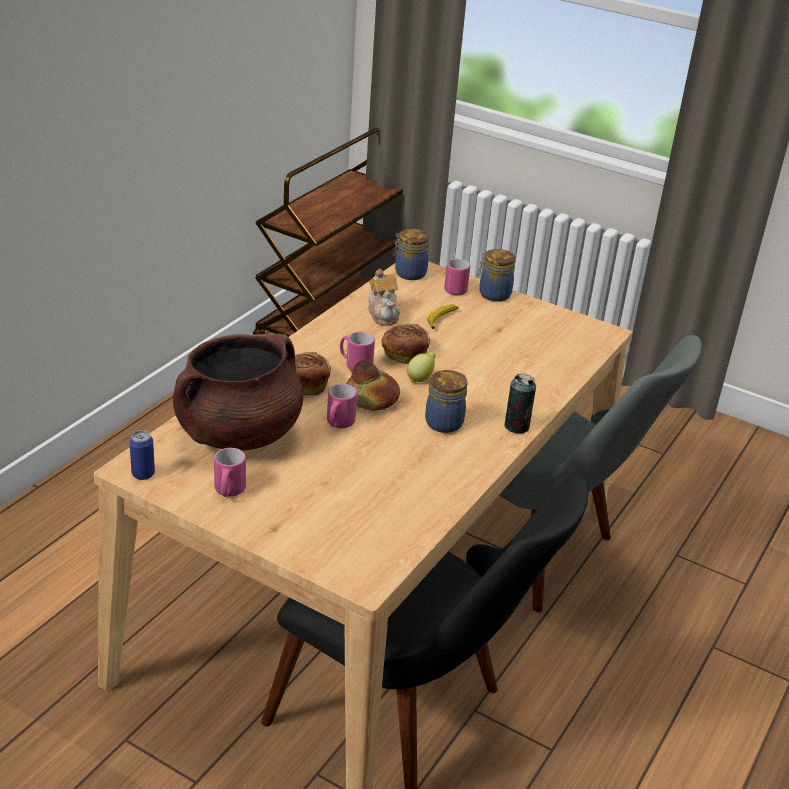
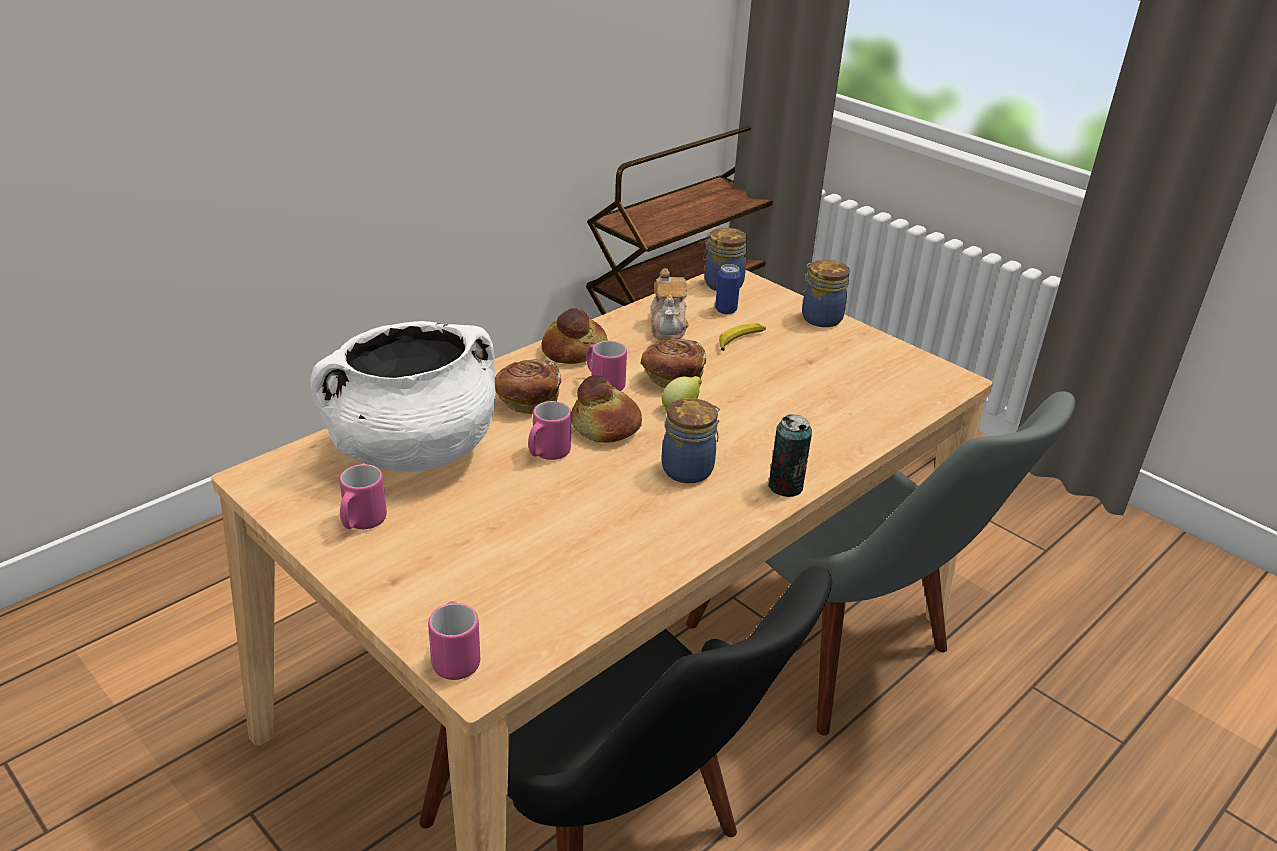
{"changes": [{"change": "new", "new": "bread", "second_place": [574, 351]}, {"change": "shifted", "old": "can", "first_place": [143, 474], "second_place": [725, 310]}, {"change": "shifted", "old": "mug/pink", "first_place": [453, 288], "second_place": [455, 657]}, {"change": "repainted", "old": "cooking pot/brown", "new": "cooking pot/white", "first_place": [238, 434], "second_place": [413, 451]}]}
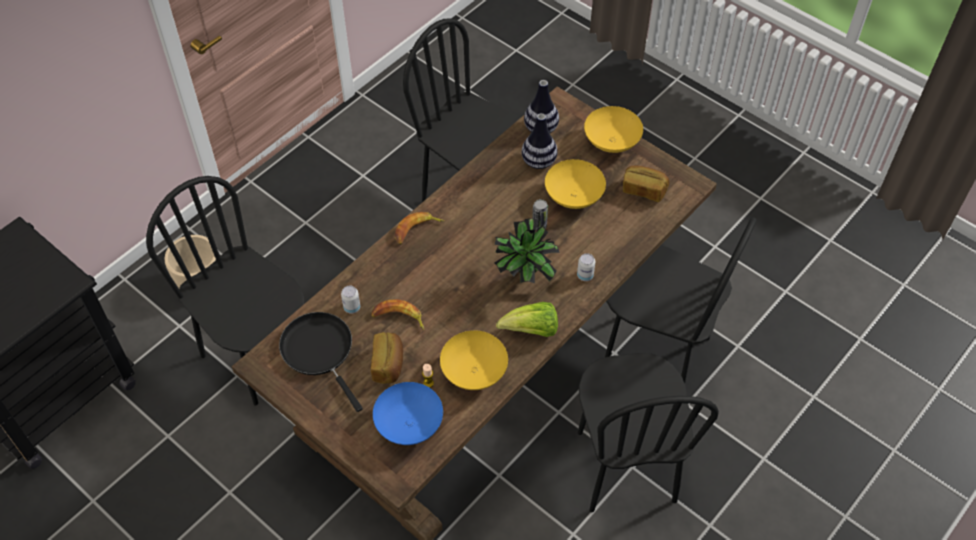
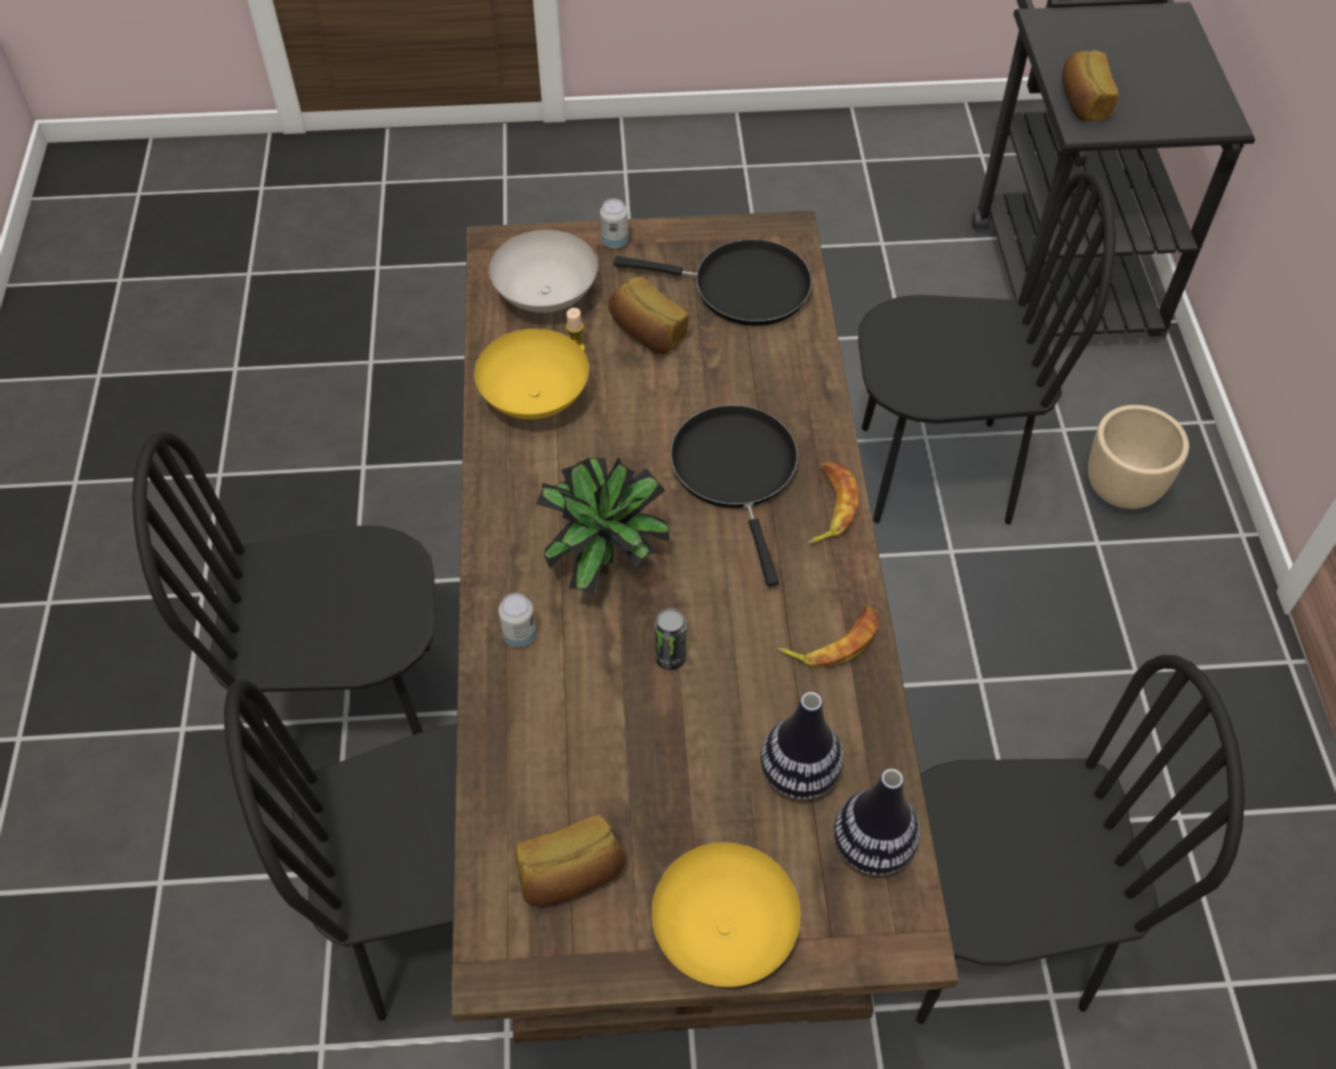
{"changes": [{"change": "gone", "old": "lettuce", "first_place": [531, 330]}, {"change": "gone", "old": "bowl/yellow", "first_place": [574, 197]}, {"change": "new", "new": "frying pan/black", "second_place": [736, 472]}, {"change": "new", "new": "bread", "second_place": [1082, 102]}, {"change": "shifted", "old": "can", "first_place": [352, 307], "second_place": [614, 241]}, {"change": "shifted", "old": "banana", "first_place": [398, 318], "second_place": [834, 641]}, {"change": "repainted", "old": "bowl/blue", "new": "bowl/white", "first_place": [410, 426], "second_place": [544, 296]}, {"change": "rotated", "old": "chair/black", "first_place": [625, 466], "second_place": [354, 711], "degrees": -45}]}
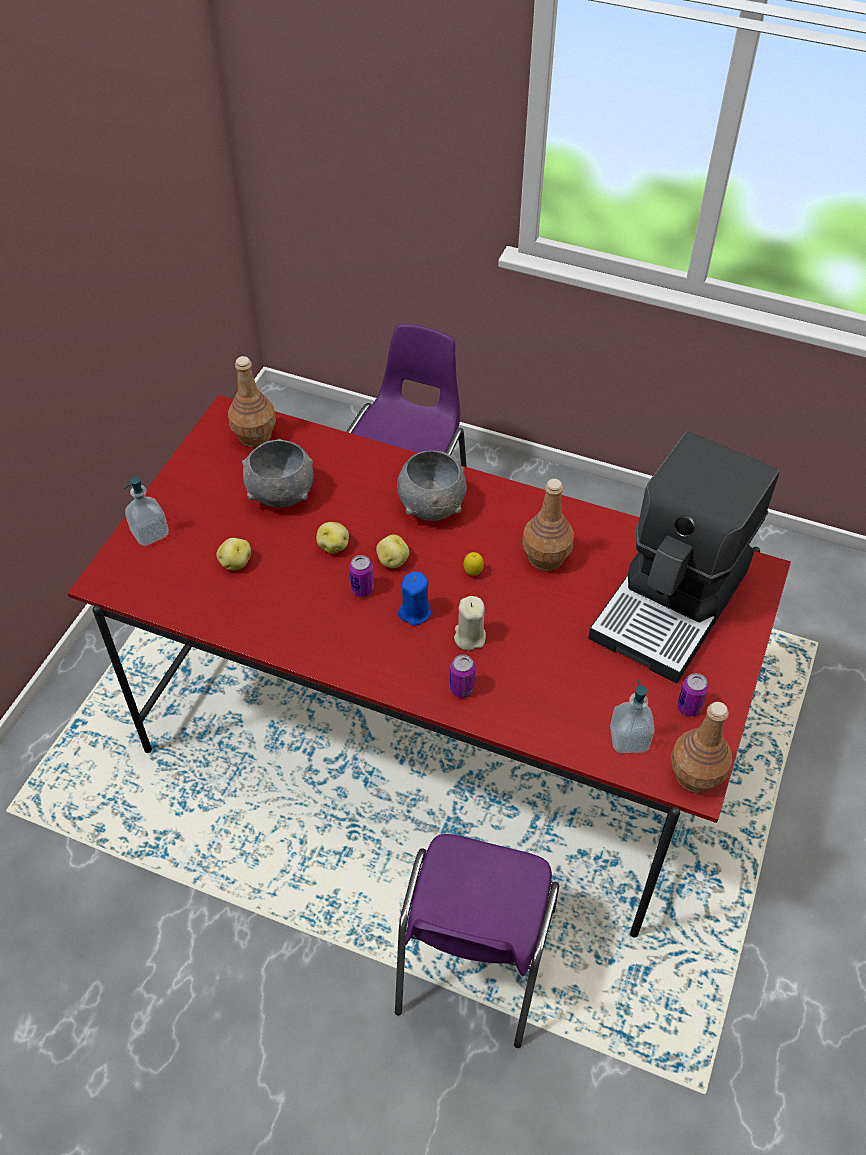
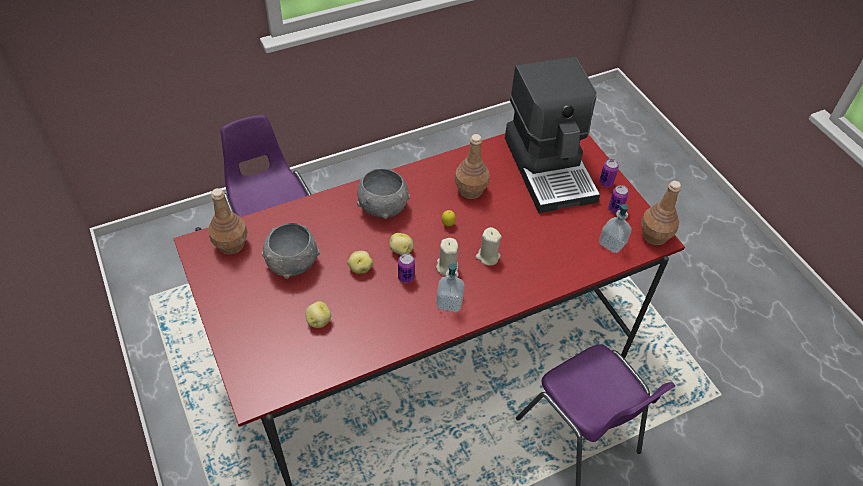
{"changes": [{"change": "shifted", "old": "soap dispenser", "first_place": [150, 533], "second_place": [449, 302]}, {"change": "shifted", "old": "can", "first_place": [462, 689], "second_place": [606, 183]}, {"change": "repainted", "old": "candle/blue", "new": "candle/beige", "first_place": [415, 612], "second_place": [447, 266]}]}
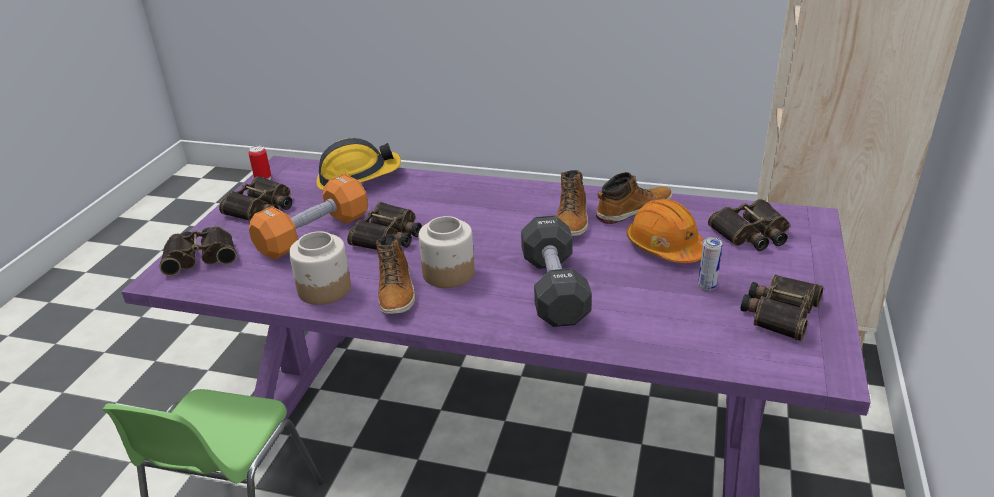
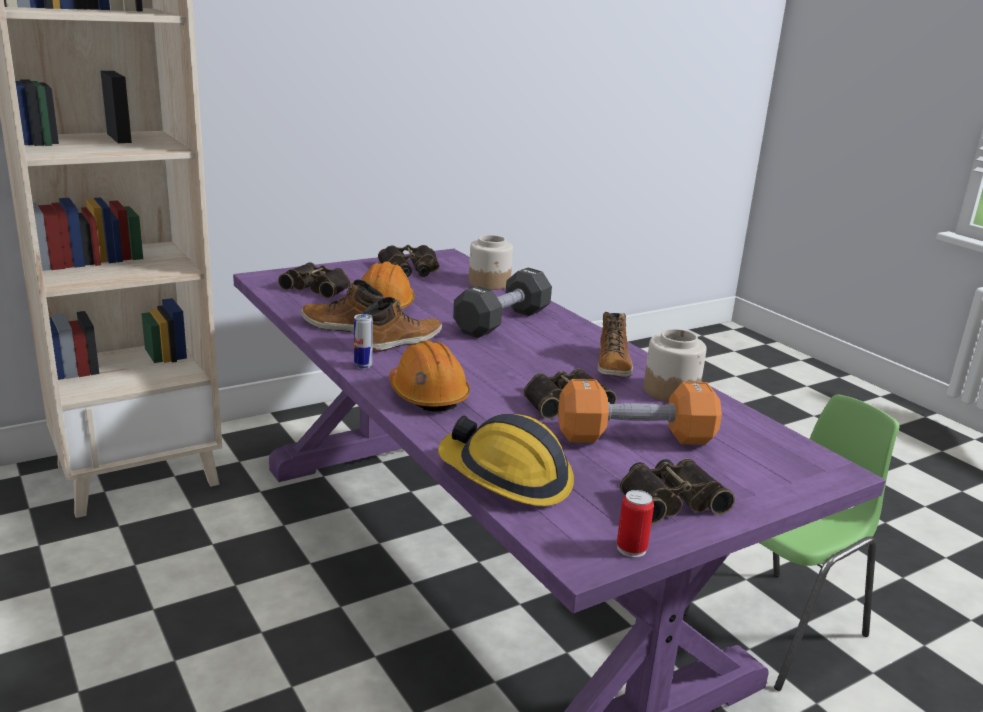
{"changes": [{"change": "gone", "old": "binoculars", "first_place": [201, 256]}, {"change": "new", "new": "hard hat/orange", "second_place": [428, 395]}, {"change": "shifted", "old": "jar", "first_place": [447, 273], "second_place": [489, 283]}, {"change": "shifted", "old": "can", "first_place": [707, 286], "second_place": [363, 366]}, {"change": "rotated", "old": "boot", "first_place": [396, 292], "second_place": [613, 365], "degrees": 150}]}
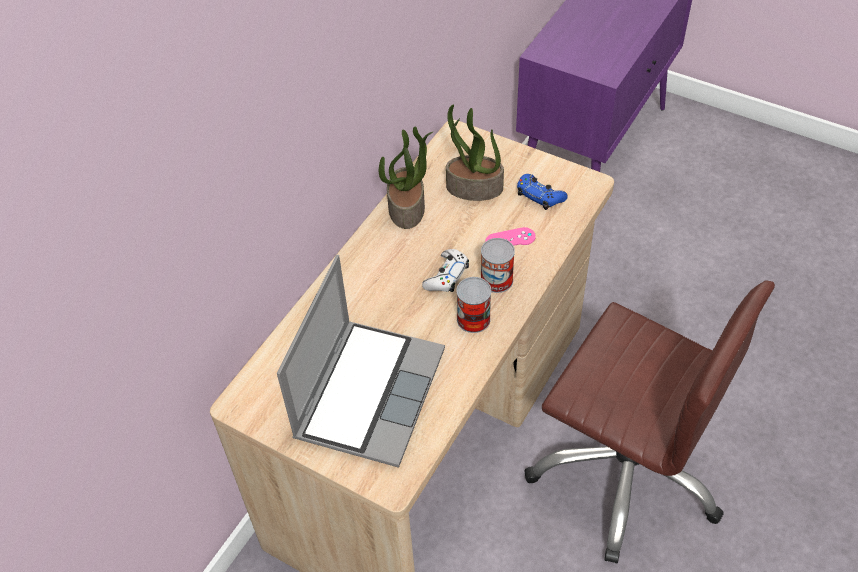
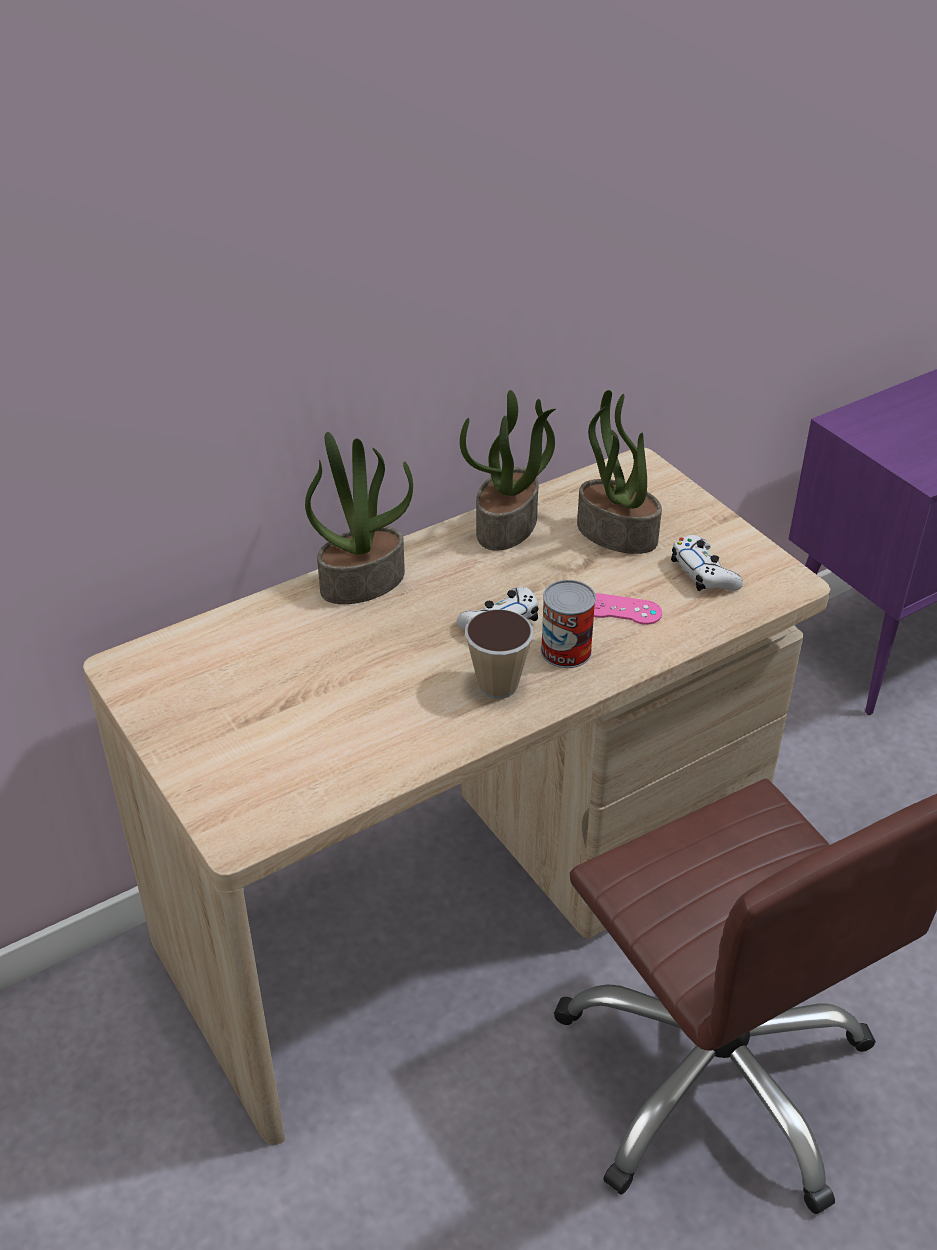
{"changes": [{"change": "gone", "old": "laptop", "first_place": [369, 391]}, {"change": "new", "new": "potted plant", "second_place": [363, 581]}, {"change": "swapped", "old": "can", "new": "cup", "first_place": [473, 319], "second_place": [498, 685]}, {"change": "repainted", "old": "game controller/blue", "new": "game controller/white", "first_place": [540, 196], "second_place": [704, 573]}]}
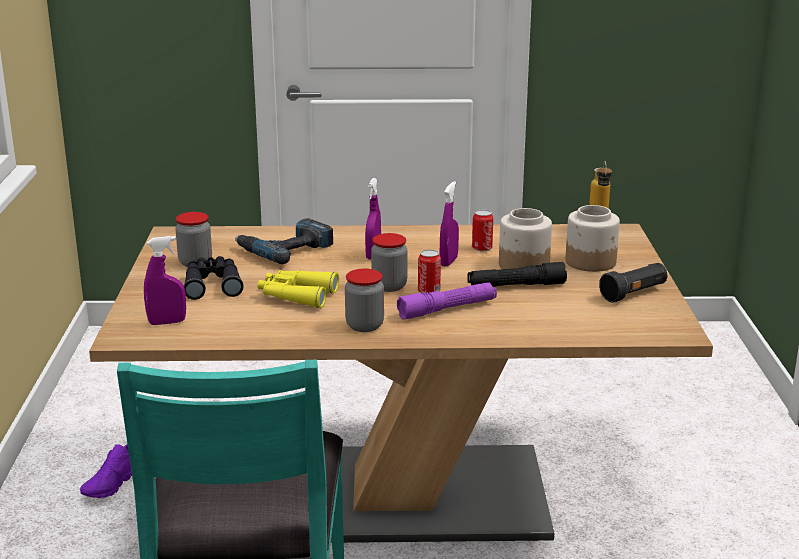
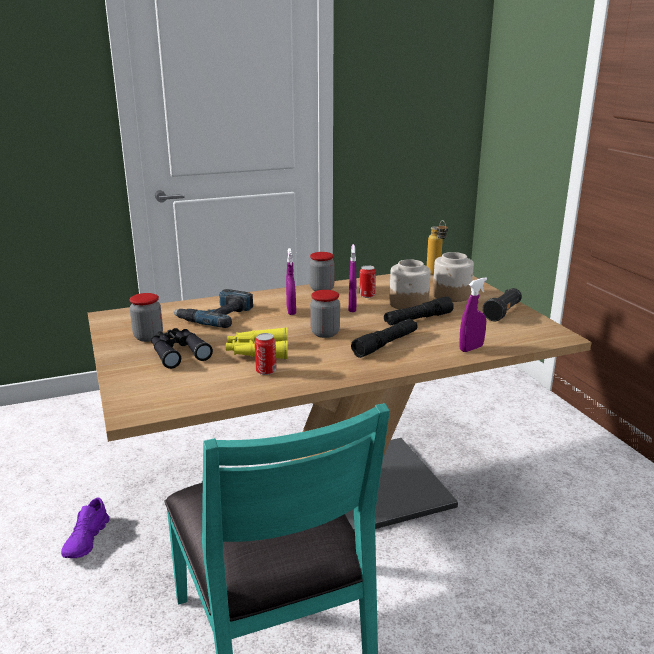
{"changes": [{"change": "shifted", "old": "spray bottle/purple", "first_place": [167, 322], "second_place": [471, 348]}, {"change": "shifted", "old": "jar", "first_place": [364, 326], "second_place": [321, 289]}, {"change": "shifted", "old": "can", "first_place": [429, 291], "second_place": [266, 371]}, {"change": "repainted", "old": "flashlight/purple", "new": "flashlight/black", "first_place": [447, 309], "second_place": [385, 344]}]}
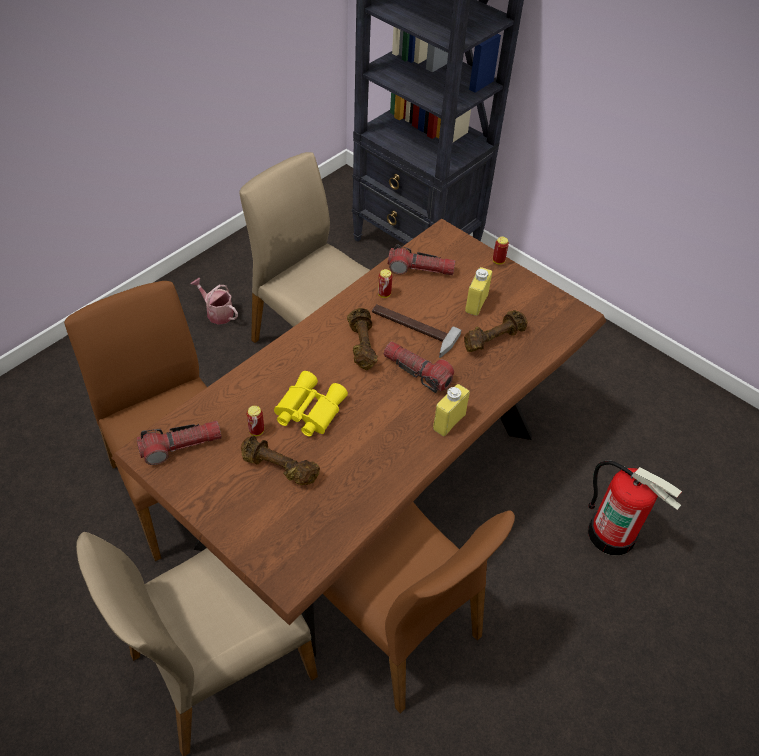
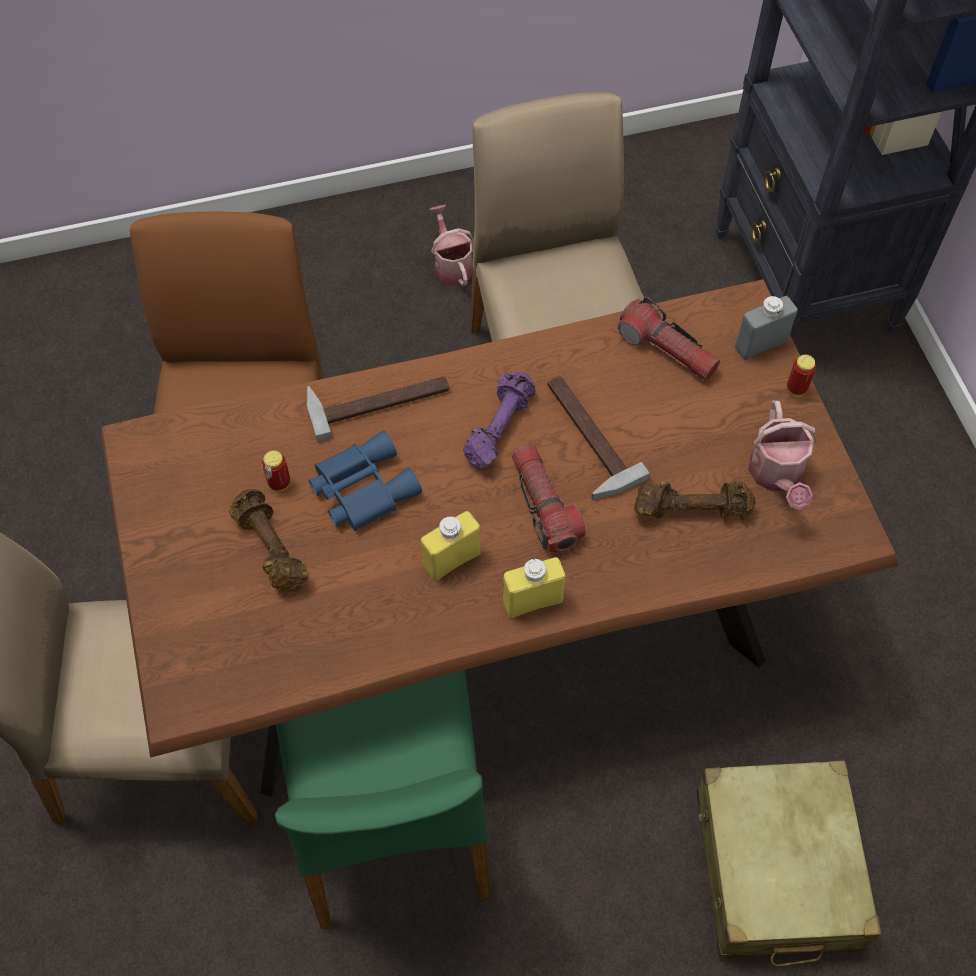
{"changes": [{"change": "gone", "old": "flashlight", "first_place": [181, 446]}, {"change": "gone", "old": "can", "first_place": [384, 294]}, {"change": "new", "new": "hammer", "second_place": [378, 399]}, {"change": "new", "new": "bottle/grey", "second_place": [761, 344]}, {"change": "new", "new": "watering can", "second_place": [777, 476]}, {"change": "shifted", "old": "bottle/yellow", "first_place": [476, 303], "second_place": [451, 560]}, {"change": "swapped", "old": "fire extinguisher", "new": "suitcase/beige", "first_place": [612, 534], "second_place": [776, 869]}, {"change": "repainted", "old": "binoculars/yellow", "new": "binoculars/blue", "first_place": [308, 410], "second_place": [361, 487]}, {"change": "repainted", "old": "chair/brown", "new": "chair/green", "first_place": [394, 624], "second_place": [391, 814]}, {"change": "repainted", "old": "dumbbell/brown", "new": "dumbbell/purple", "first_place": [361, 345], "second_place": [498, 428]}]}
